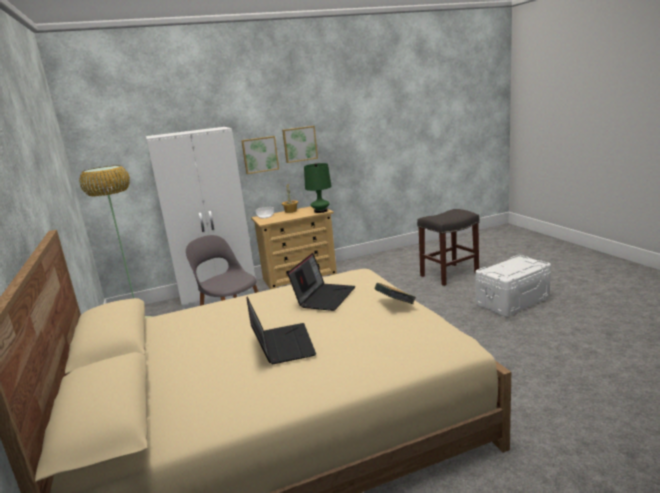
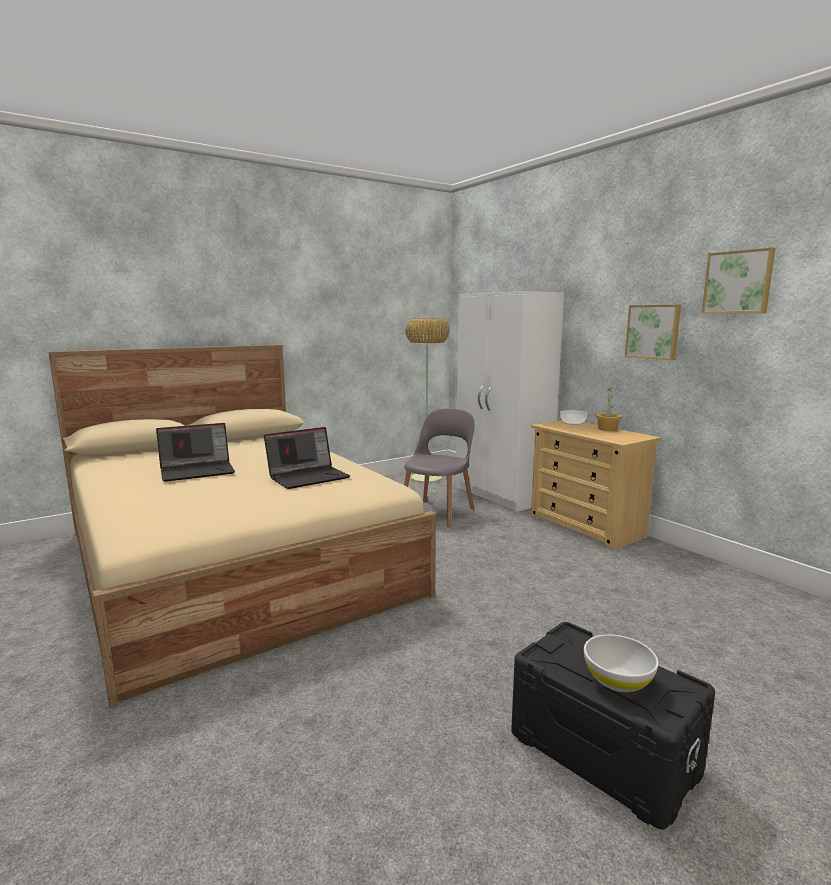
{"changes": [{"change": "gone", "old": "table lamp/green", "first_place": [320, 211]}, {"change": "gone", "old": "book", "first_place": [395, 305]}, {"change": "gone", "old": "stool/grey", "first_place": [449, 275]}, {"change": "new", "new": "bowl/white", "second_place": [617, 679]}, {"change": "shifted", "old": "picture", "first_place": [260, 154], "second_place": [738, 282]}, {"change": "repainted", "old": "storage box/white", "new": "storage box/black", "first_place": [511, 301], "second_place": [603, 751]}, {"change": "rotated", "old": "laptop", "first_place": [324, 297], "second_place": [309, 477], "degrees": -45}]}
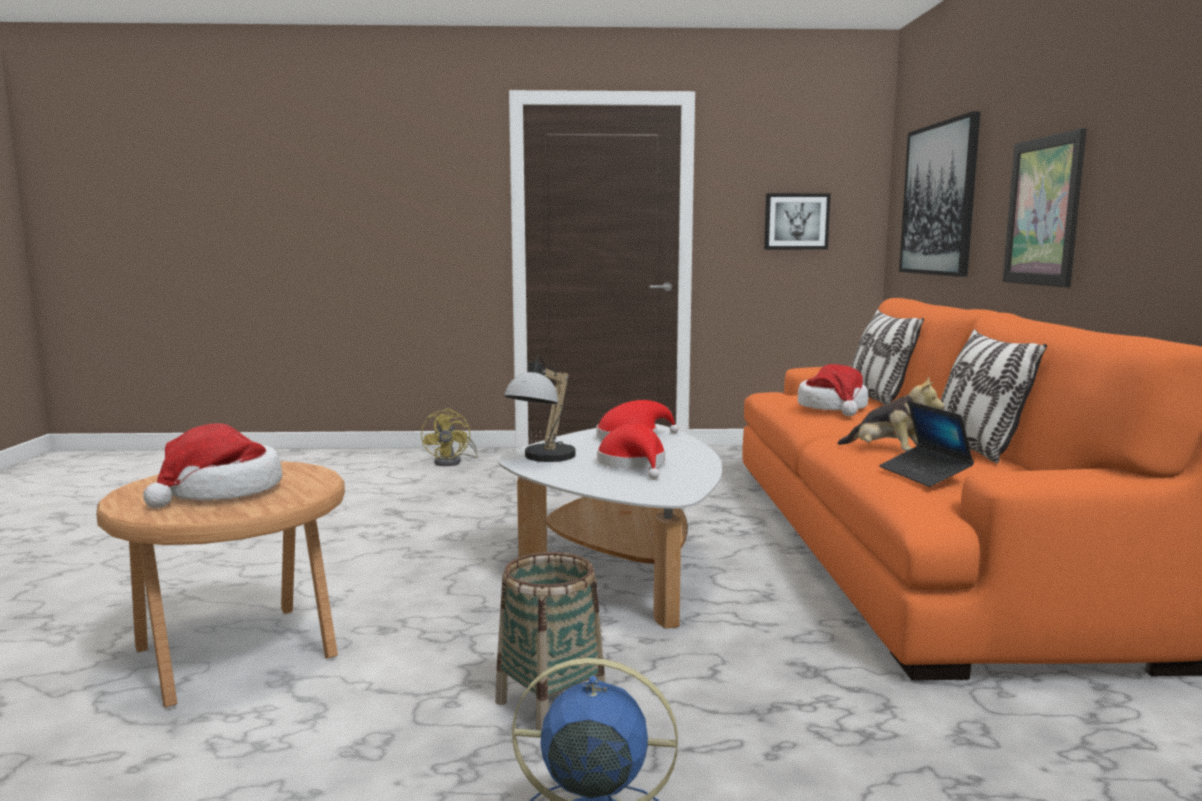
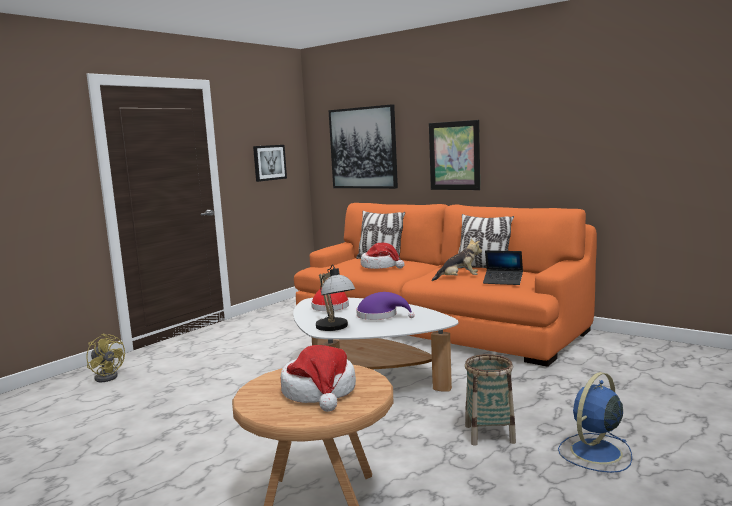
{"changes": [{"change": "repainted", "old": "hat/red", "new": "hat/purple", "first_place": [634, 464], "second_place": [380, 316]}]}
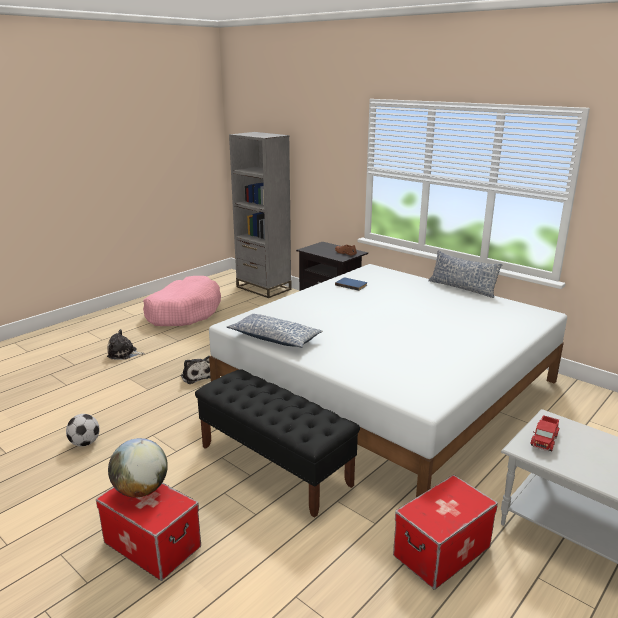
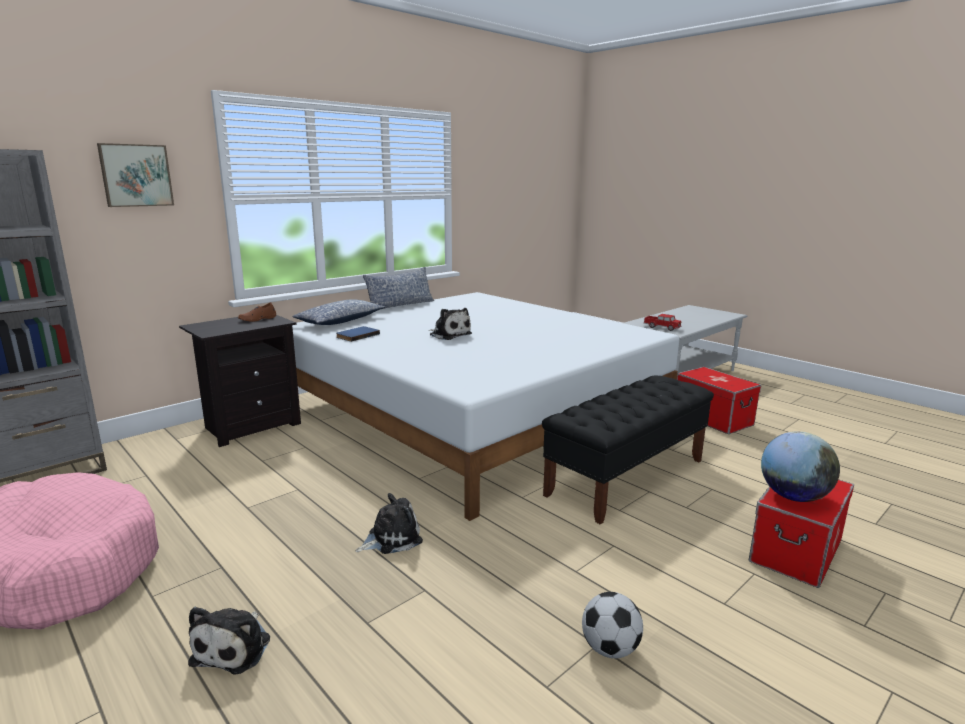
{"changes": [{"change": "new", "new": "picture", "second_place": [136, 175]}, {"change": "new", "new": "plush toy", "second_place": [449, 335]}, {"change": "shifted", "old": "pillow", "first_place": [275, 338], "second_place": [340, 321]}]}
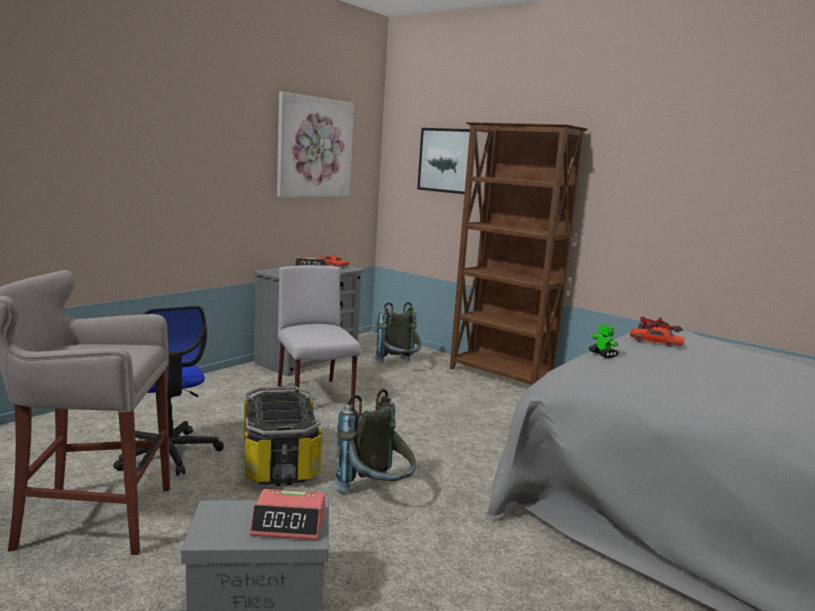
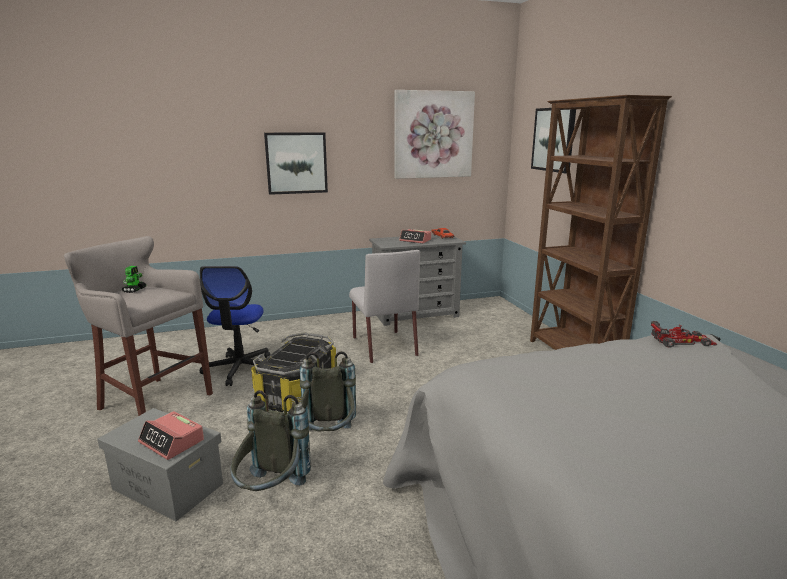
{"changes": [{"change": "gone", "old": "toy car/red", "first_place": [656, 342]}, {"change": "new", "new": "picture", "second_place": [296, 163]}, {"change": "shifted", "old": "backpack/grey", "first_place": [399, 366], "second_place": [271, 493]}, {"change": "shifted", "old": "toy robot", "first_place": [602, 354], "second_place": [135, 290]}, {"change": "rotated", "old": "chair/grey", "first_place": [315, 396], "second_place": [383, 346], "degrees": 150}]}
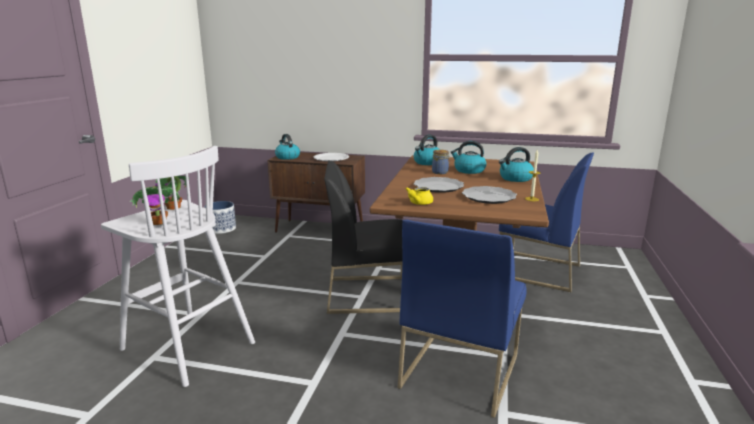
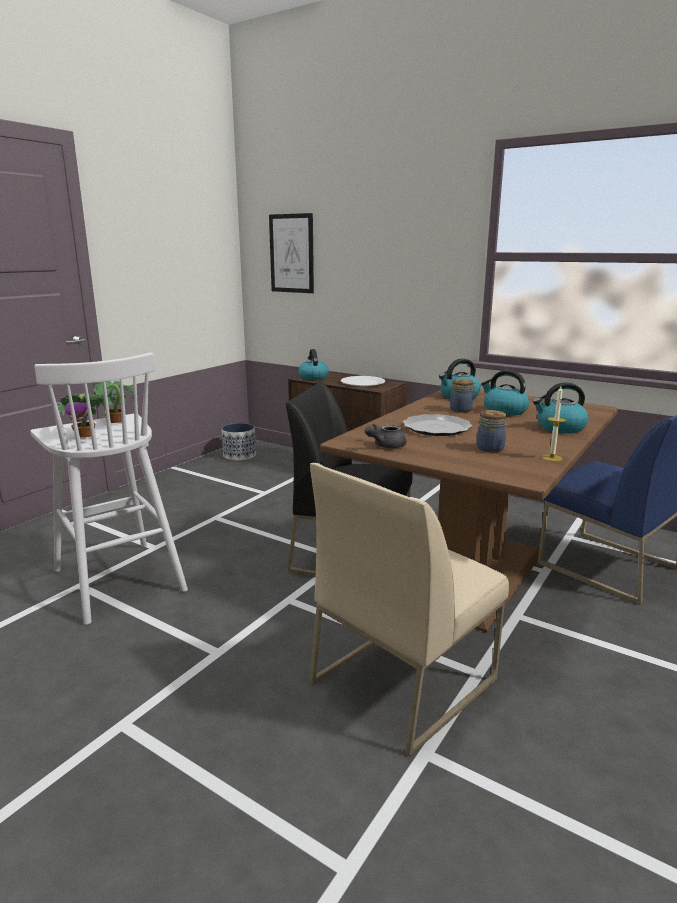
{"changes": [{"change": "new", "new": "picture", "second_place": [291, 253]}, {"change": "swapped", "old": "plate", "new": "jar", "first_place": [488, 197], "second_place": [490, 448]}, {"change": "repainted", "old": "chair/blue", "new": "chair/beige", "first_place": [459, 370], "second_place": [403, 679]}, {"change": "repainted", "old": "teapot/yellow", "new": "teapot/grey", "first_place": [418, 203], "second_place": [385, 446]}]}
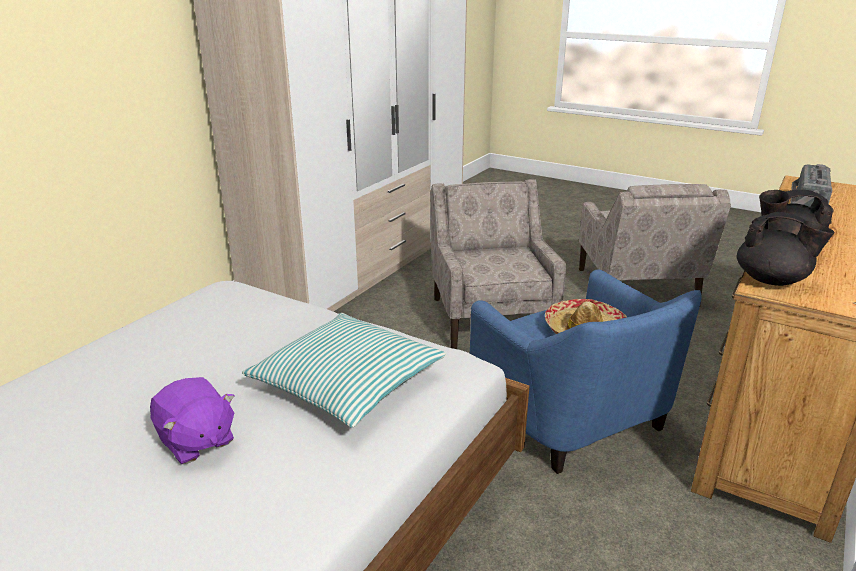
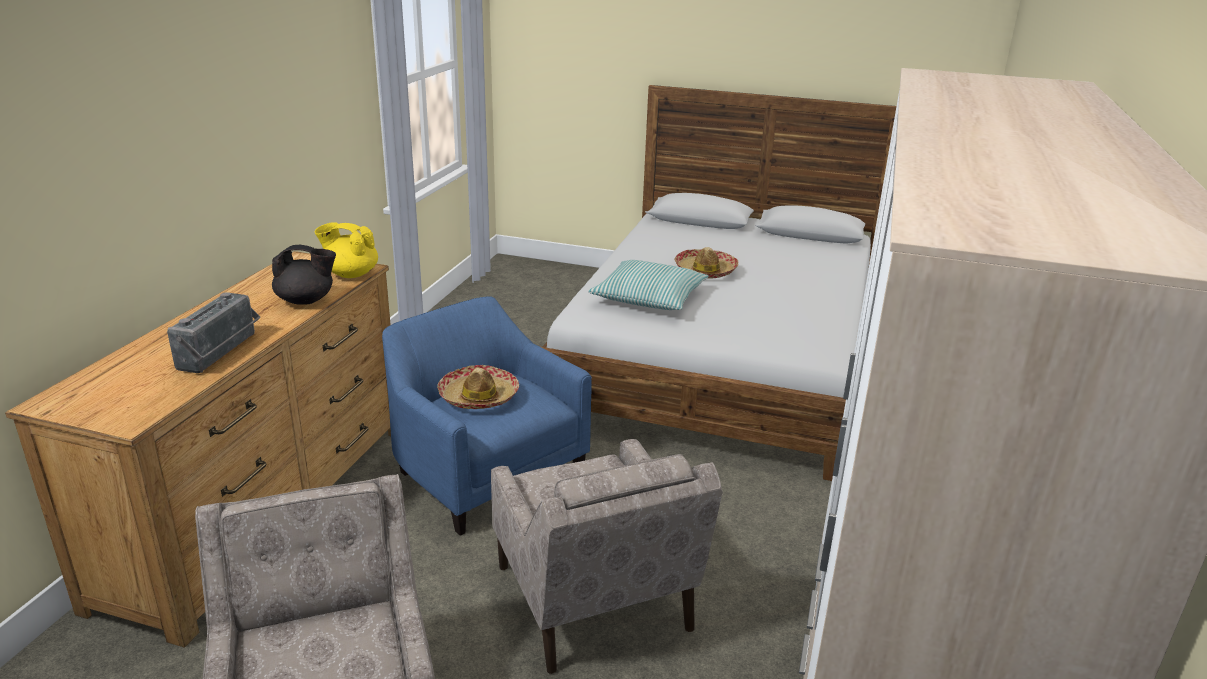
{"changes": [{"change": "swapped", "old": "plush toy/purple", "new": "hat", "first_place": [196, 441], "second_place": [705, 271]}, {"change": "repainted", "old": "teapot/black", "new": "teapot/yellow", "first_place": [772, 280], "second_place": [350, 274]}]}
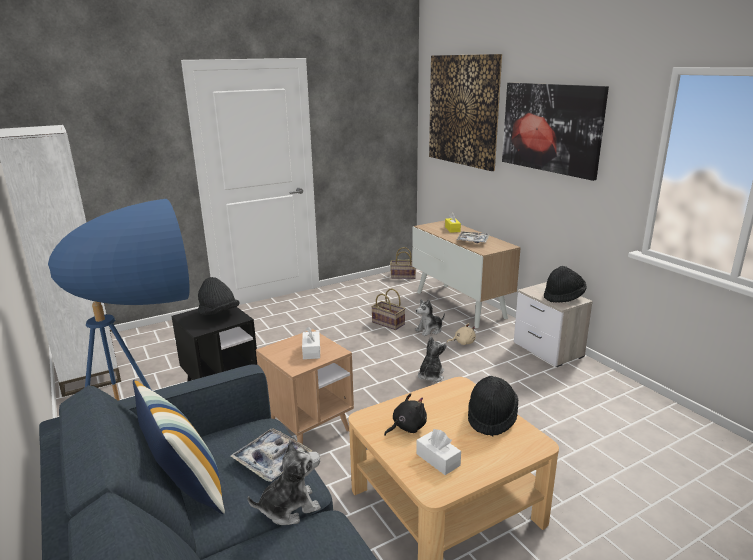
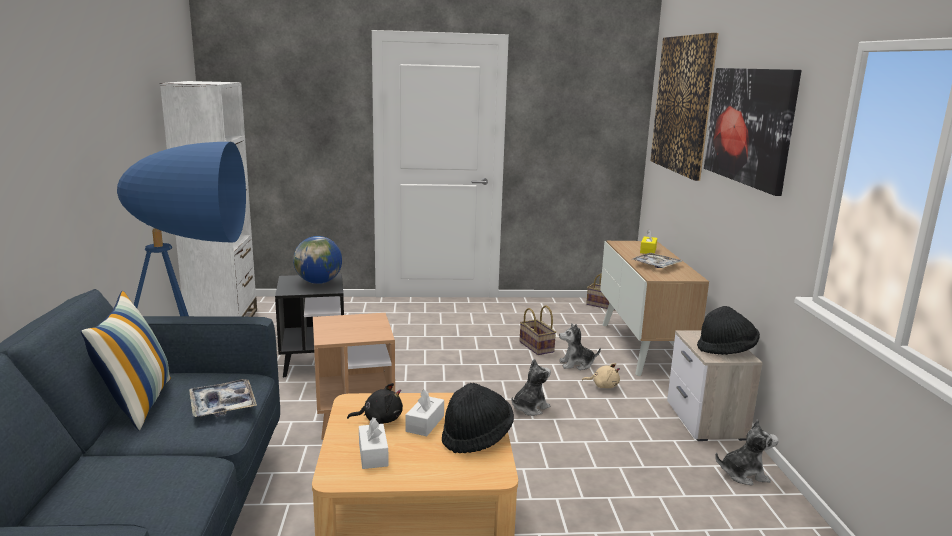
{"changes": [{"change": "shifted", "old": "plush toy", "first_place": [289, 507], "second_place": [743, 474]}, {"change": "shifted", "old": "tissue box/white", "first_place": [311, 351], "second_place": [425, 423]}, {"change": "swapped", "old": "hat/black", "new": "globe", "first_place": [218, 314], "second_place": [319, 282]}]}
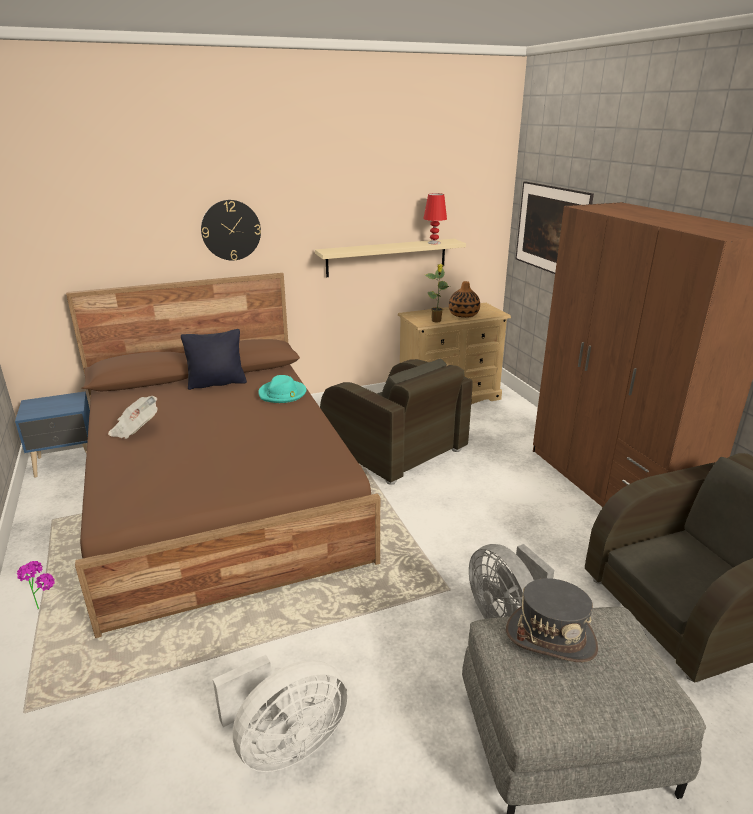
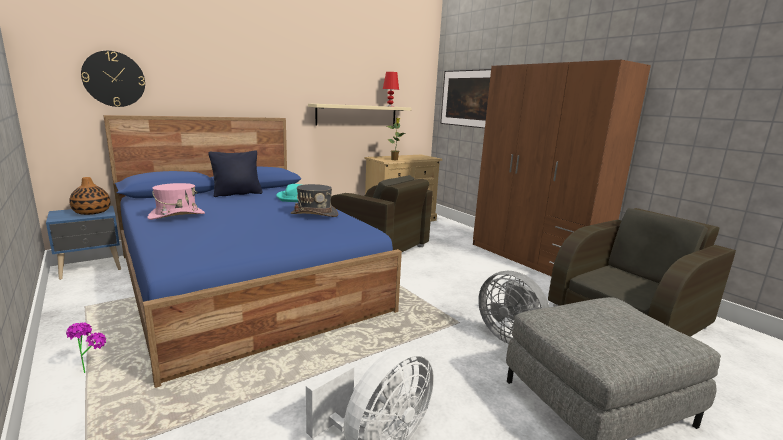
{"changes": [{"change": "shifted", "old": "wall clock", "first_place": [231, 230], "second_place": [114, 79]}, {"change": "shifted", "old": "vase", "first_place": [463, 315], "second_place": [92, 212]}, {"change": "shifted", "old": "hat/grey", "first_place": [551, 637], "second_place": [314, 214]}, {"change": "swapped", "old": "newspaper", "new": "hat/pink", "first_place": [135, 429], "second_place": [177, 215]}, {"change": "repainted", "old": "bed/brown", "new": "bed/blue", "first_place": [221, 495], "second_place": [246, 281]}]}
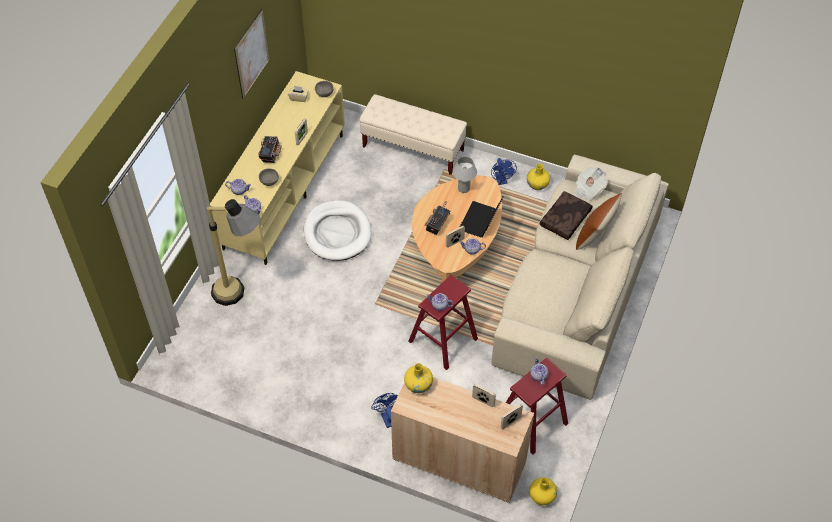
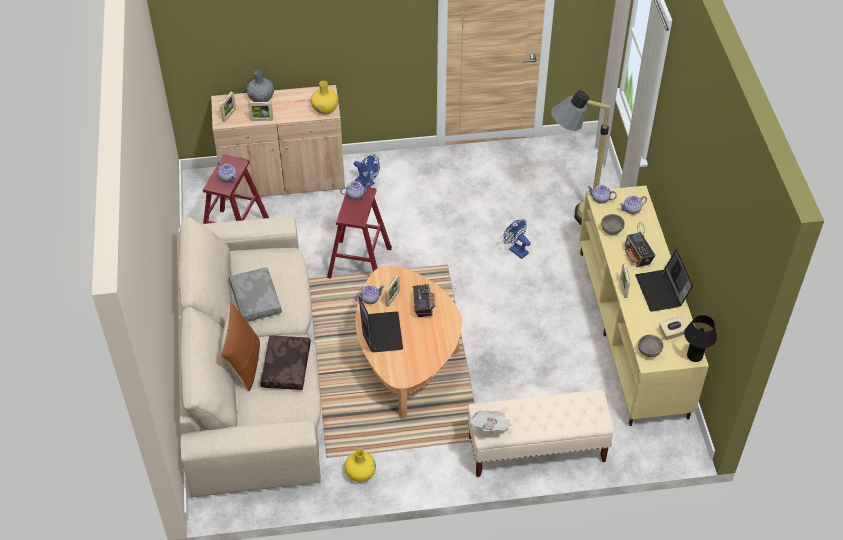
{"changes": [{"change": "gone", "old": "picture", "first_place": [251, 54]}, {"change": "gone", "old": "dog bed/white", "first_place": [337, 233]}, {"change": "gone", "old": "table lamp/white", "first_place": [464, 188]}, {"change": "gone", "old": "vase/yellow", "first_place": [542, 496]}, {"change": "new", "new": "pillow/grey", "second_place": [254, 299]}, {"change": "new", "new": "vase/grey", "second_place": [261, 98]}, {"change": "new", "new": "laptop", "second_place": [662, 291]}, {"change": "new", "new": "table lamp/black", "second_place": [694, 356]}, {"change": "shifted", "old": "fan/blue", "first_place": [501, 180], "second_place": [516, 250]}, {"change": "shifted", "old": "newspaper", "first_place": [588, 189], "second_place": [491, 426]}]}
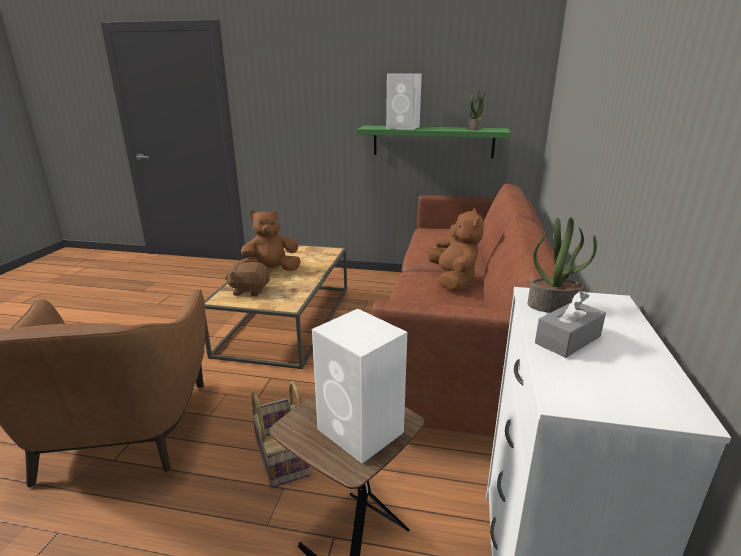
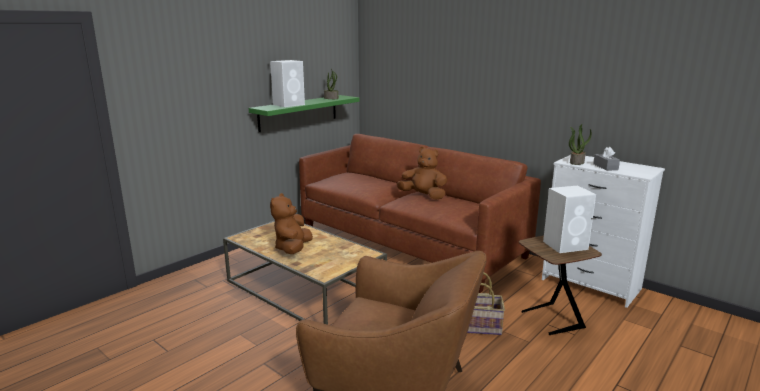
{"changes": [{"change": "gone", "old": "plush toy/brown", "first_place": [250, 290]}]}
